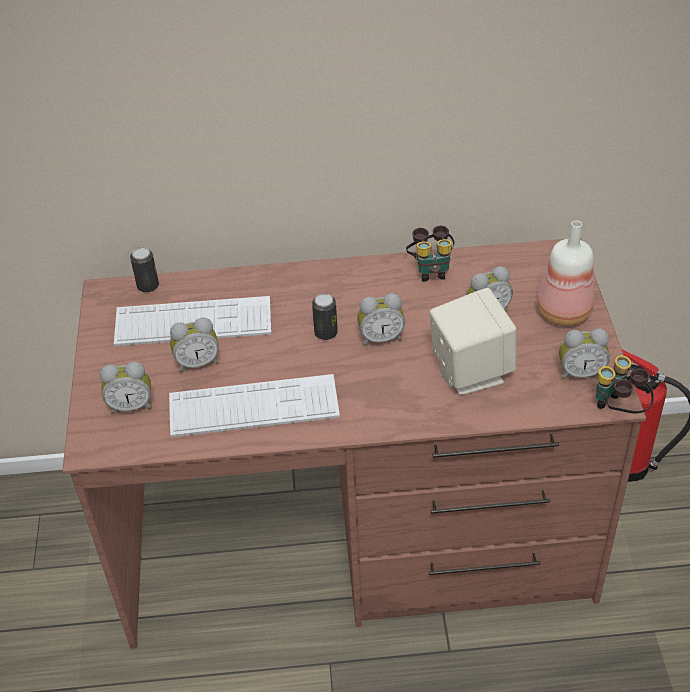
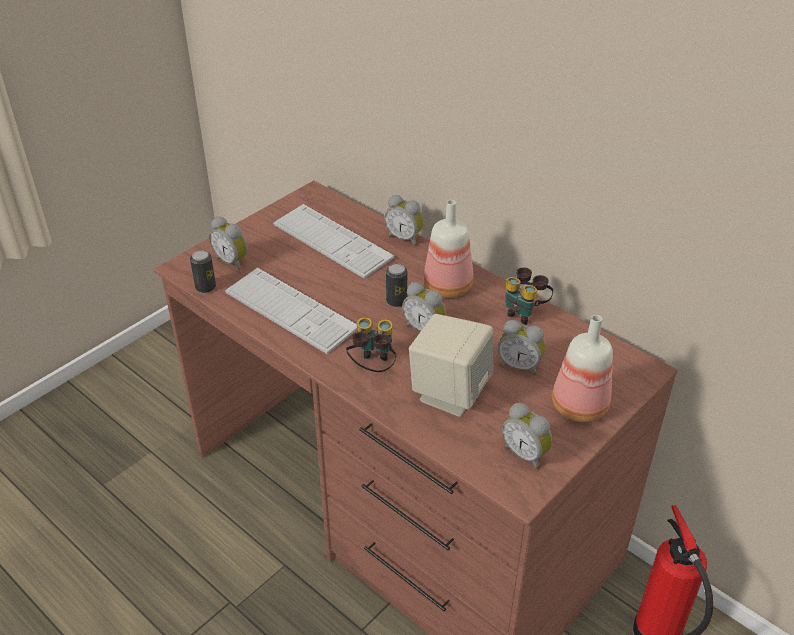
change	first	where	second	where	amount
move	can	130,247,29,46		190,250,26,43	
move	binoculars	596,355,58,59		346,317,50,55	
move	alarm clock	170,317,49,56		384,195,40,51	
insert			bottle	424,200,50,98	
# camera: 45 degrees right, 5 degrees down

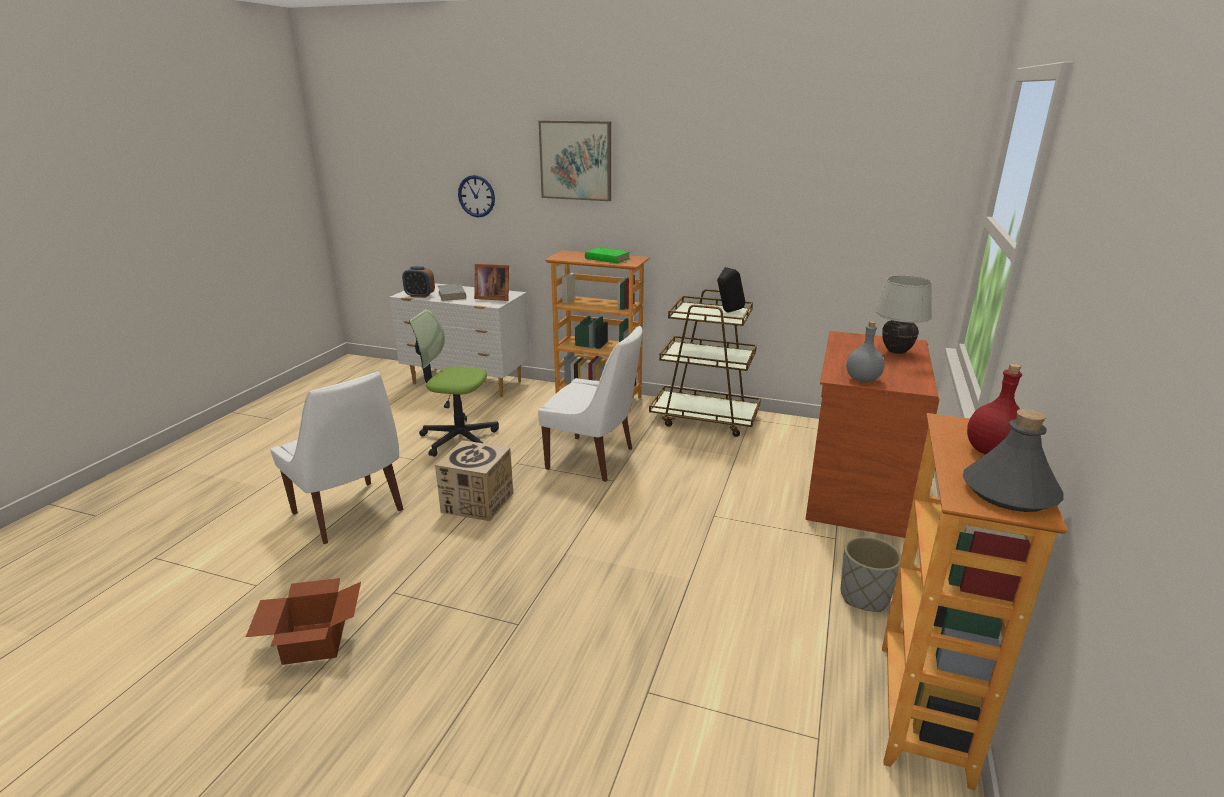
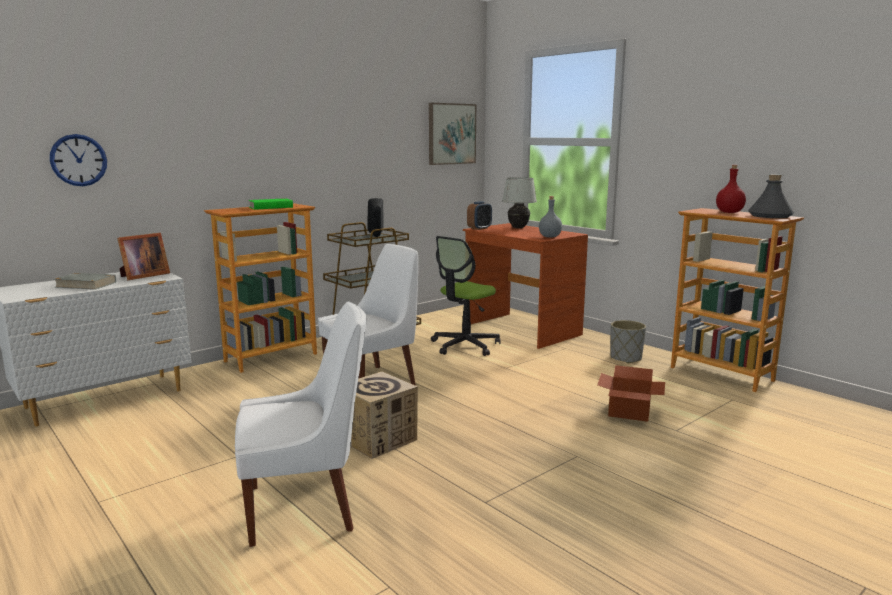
change	first	where	second	where	amount
move	picture	539,120,72,81		429,103,47,62	
move	office chair	410,310,89,147		431,236,70,120	
move	alarm clock	402,266,33,32		467,201,25,29	
move	cardboard box	246,578,115,87		598,365,67,57	
# camera: 60 degrees left, 10 degrees down

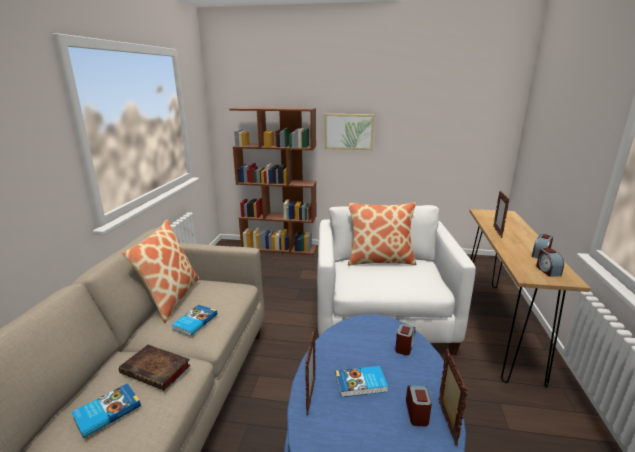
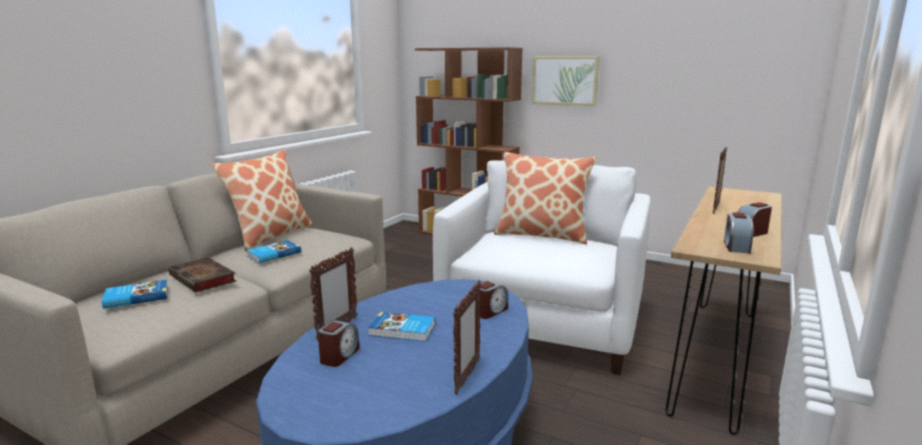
change	first	where	second	where	amount
move	alarm clock	406,385,26,41		318,320,41,47	
# camera: 20 degrees right, 5 degrees down

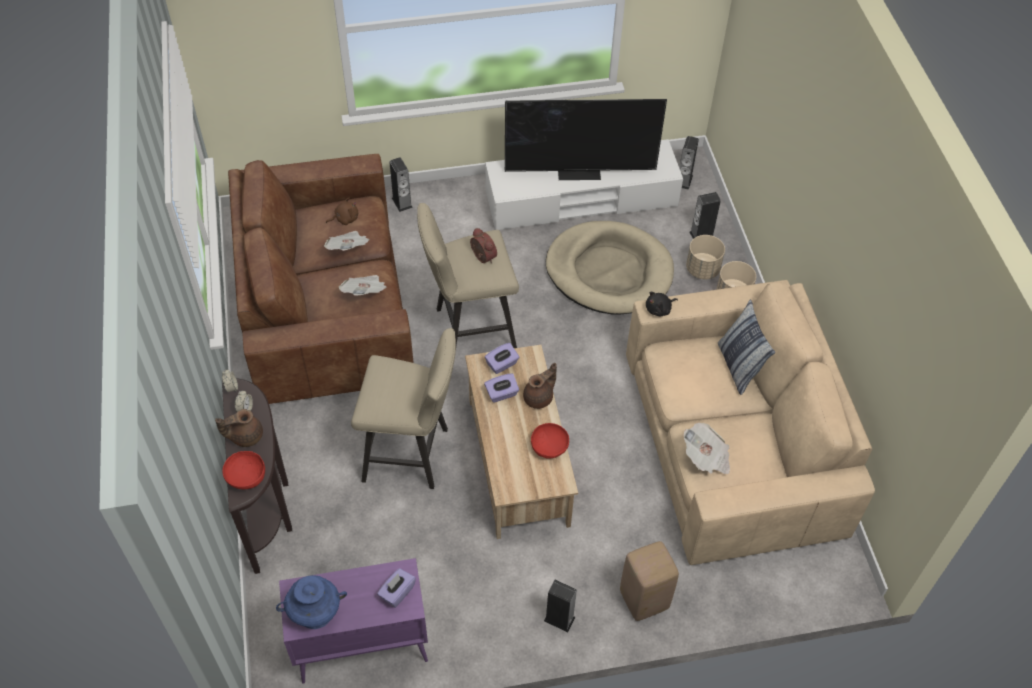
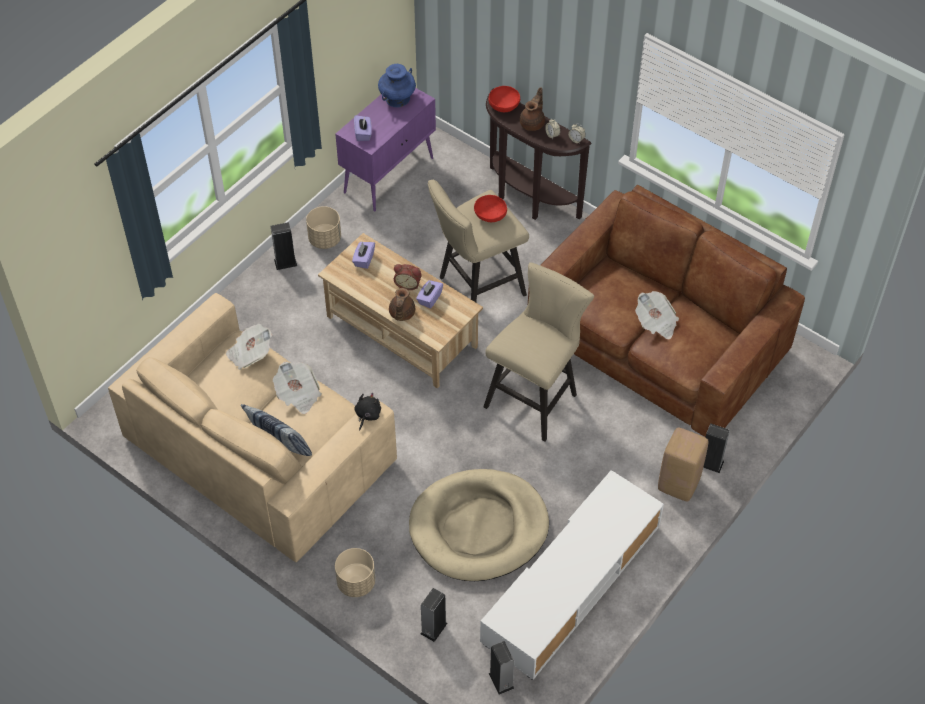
change	first	where	second	where	amount
move	newspaper	339,275,48,21		273,361,49,53	
move	planter (beige)	686,235,39,44		306,206,35,43	
move	tissue box (purple)	485,343,34,31		352,242,23,27	
move	alarm clock	470,228,27,35		394,264,27,26	
move	bowl (red)	531,423,38,36		474,195,33,27	
move	stool (beige)	620,541,59,80		658,427,51,75	
delete	plush toy (brown)	326,198,32,27			
delete	television	505,99,162,81			
# camera: 140 degrees right, 0 degrees up

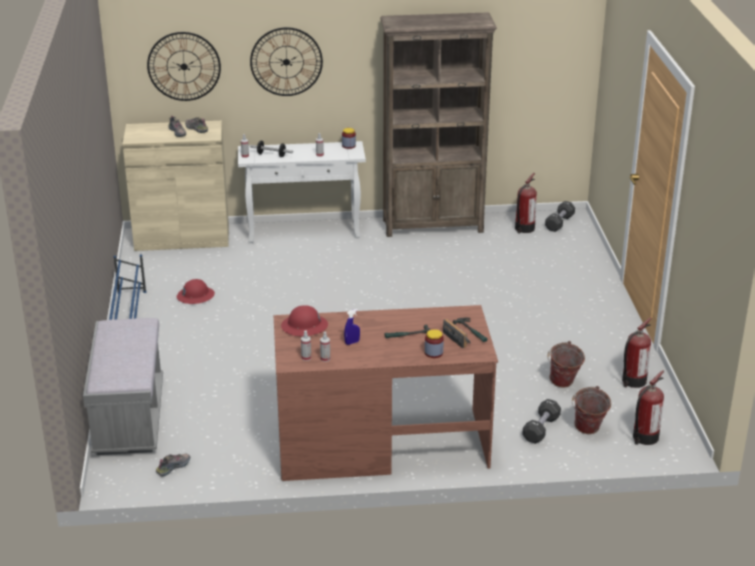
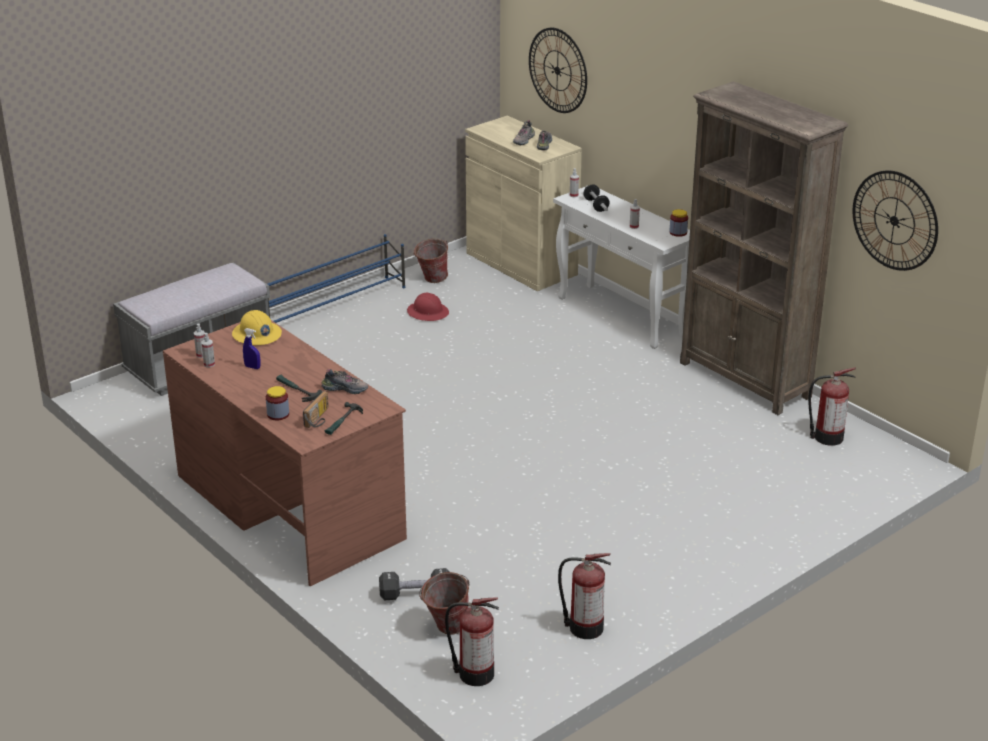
change	first	where	second	where	amount
recolor	hard hat (red)	281,305,47,31	hard hat (yellow)	232,310,50,35	
move	shoe	156,454,34,23		321,369,47,25	
move	bucket	547,341,38,47		413,239,35,44	
move	wall clock	250,27,73,69		853,170,85,101	
delete	dumbbell (black)	545,201,30,31			
# camera: 55 degrees right, 0 degrees up

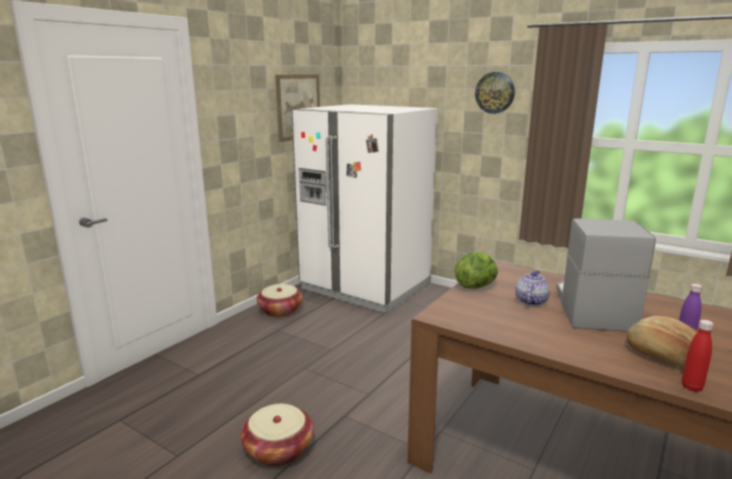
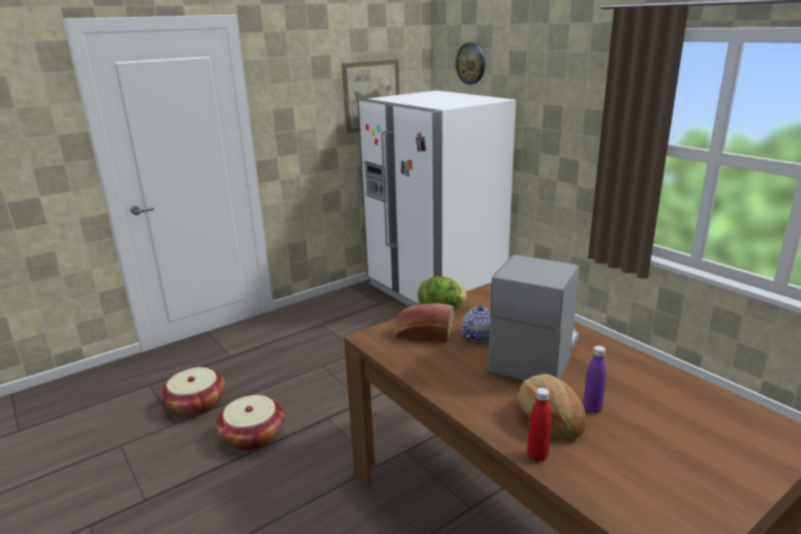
change	first	where	second	where	amount
move	basket	257,284,46,33		161,367,64,50	
insert			bread	394,303,60,40	
move	wall clock	475,72,40,42		456,42,29,43	
# camera: 20 degrees right, 5 degrees up

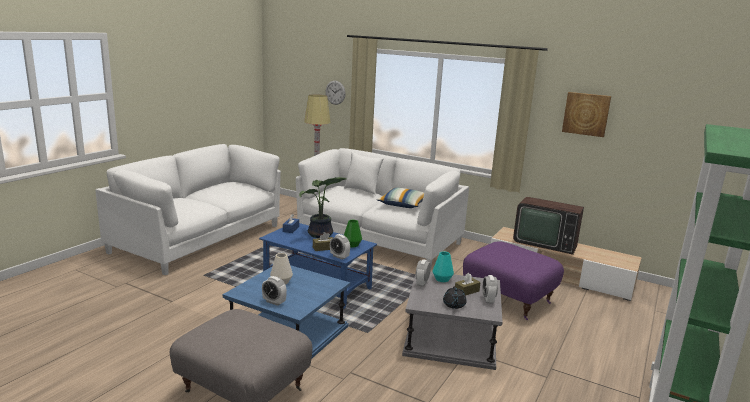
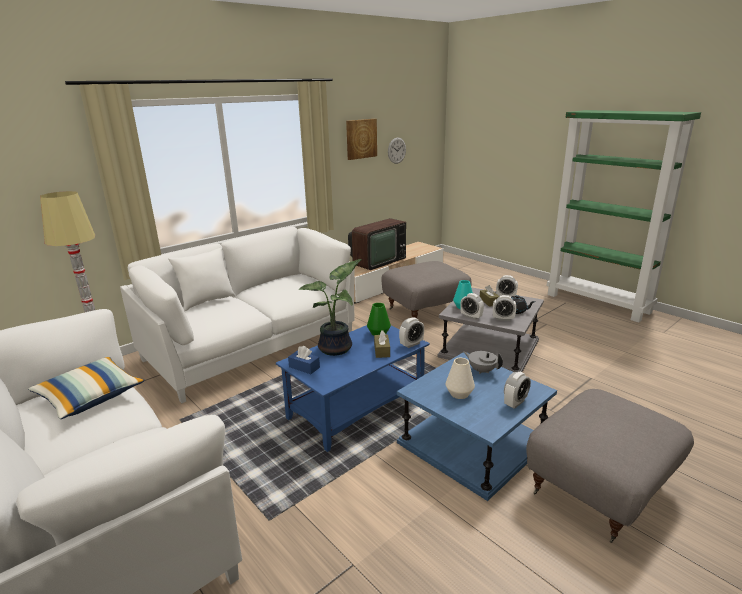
change	first	where	second	where	amount
move	pillow	377,188,47,20		28,357,117,62	
recolor	ottoman (purple)	463,241,101,79	ottoman (grey)	381,261,91,57	
move	wall clock	326,81,20,24		388,138,18,26	
insert			teapot (grey)	463,351,40,23	
insert			alarm clock	493,295,23,26	
# camera: 70 degrees left, 5 degrees up

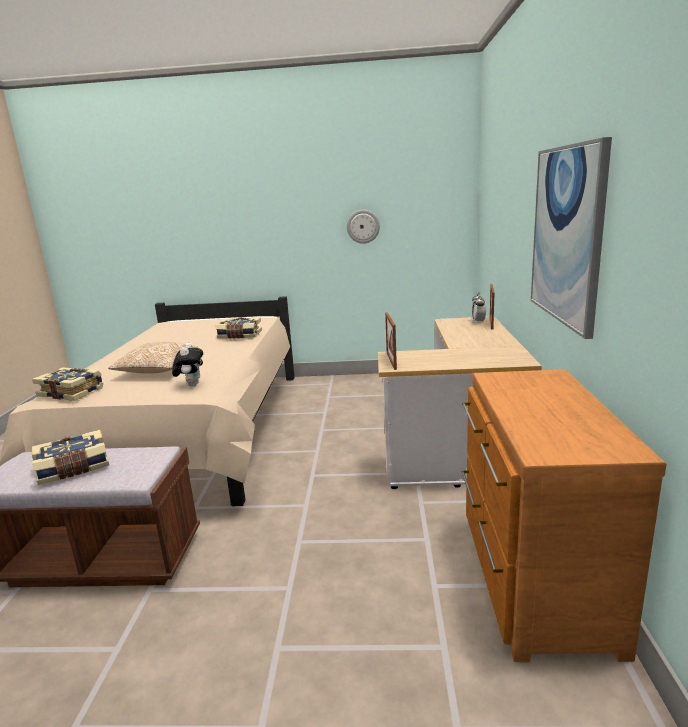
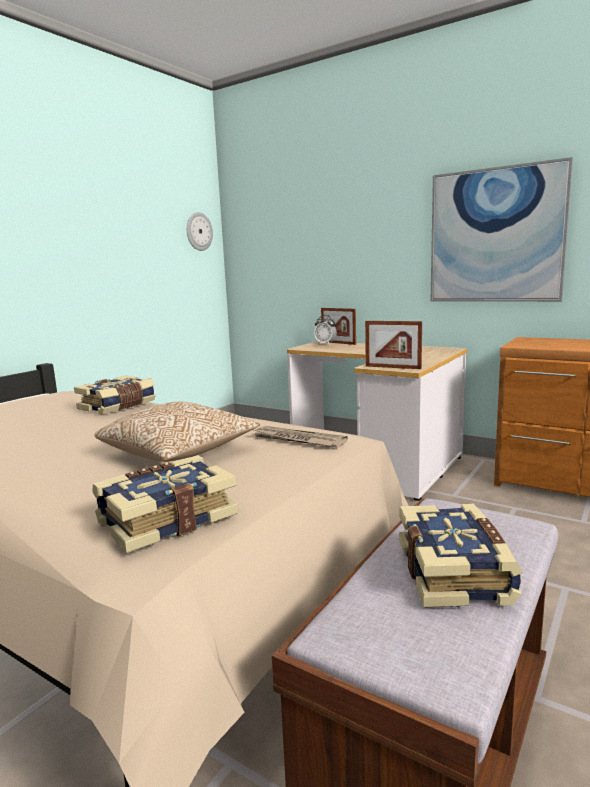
change	first	where	second	where	amount
move	wall clock	347,209,33,35		187,212,26,39	
replace	plush toy	172,343,31,44	newspaper	254,426,94,21	
# camera: 60 degrees left, 5 degrees down

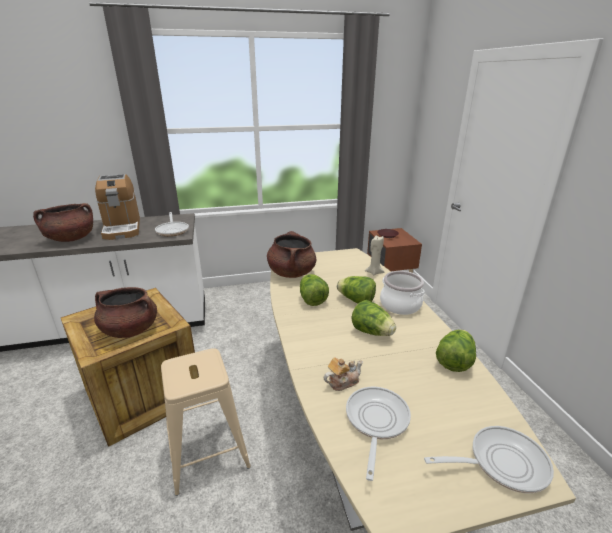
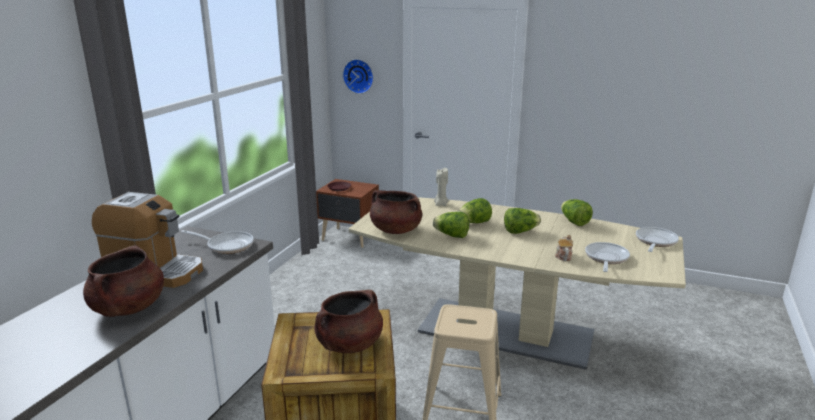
change	first	where	second	where	amount
insert			wall clock	343,59,31,35	
rotate	frying pan	346,387,65,94		585,242,45,30	60 degrees clockwise
delete	cooking pot	380,271,45,44			
# camera: 55 degrees left, 5 degrees down

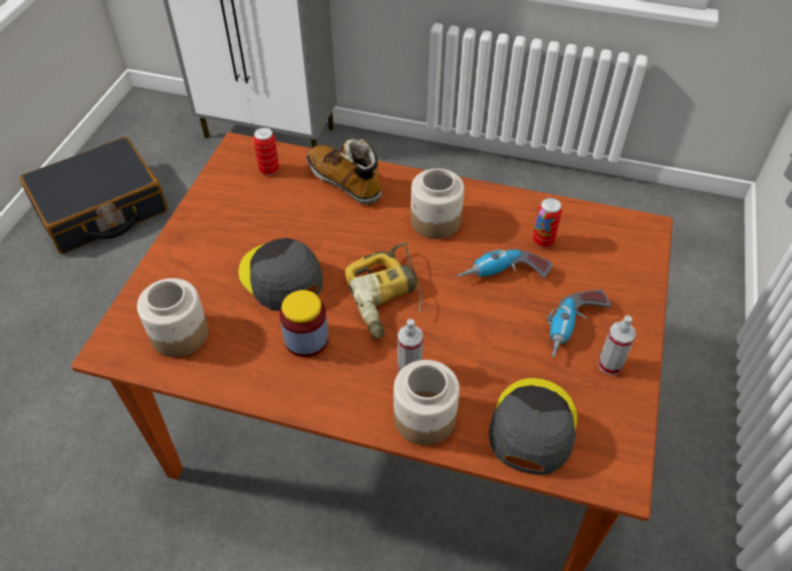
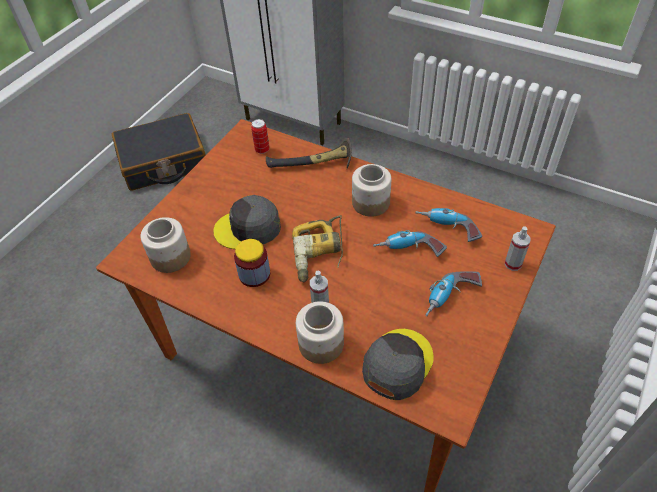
change	first	where	second	where	amount
rotate	cap (grey)	238,238,85,73		213,195,68,54	75 degrees counterclockwise
replace	boot	307,139,75,66	hammer	266,138,86,31	
replace	can	533,198,29,49	power drill	416,208,66,34	
move	spray bottle	598,315,38,60		505,226,26,45	
# camera: 15 degrees right, 0 degrees up

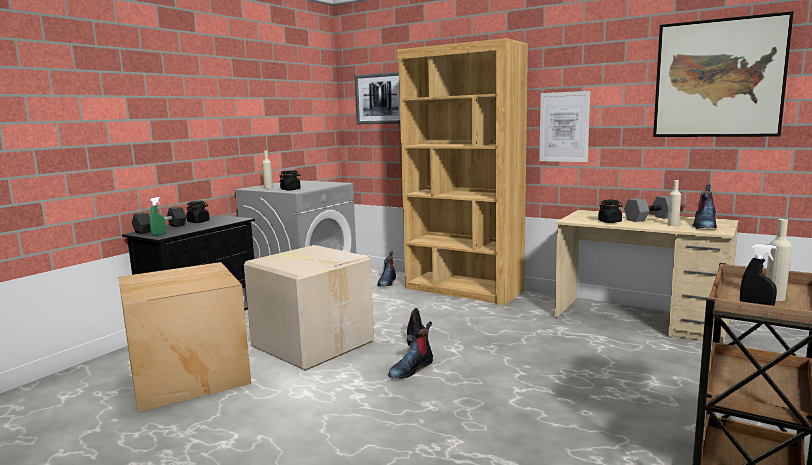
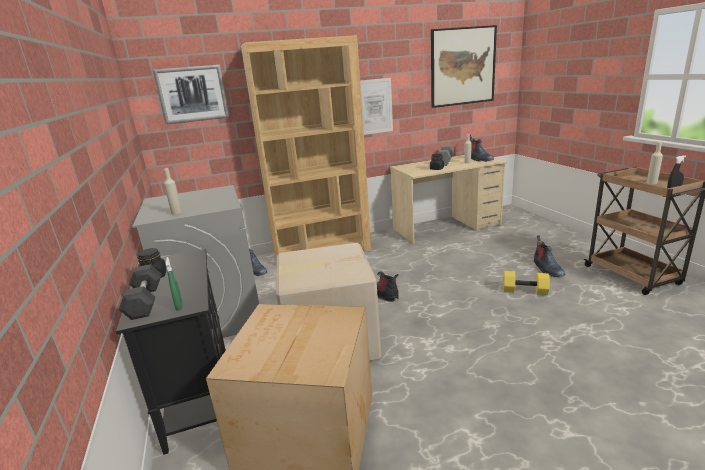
change	first	where	second	where	amount
insert			dumbbell (yellow)	503,271,47,24	
move	boot	388,322,45,57		534,235,31,42	
delete	jar (black)	279,170,22,21			
# camera: 50 degrees left, 10 degrees up

